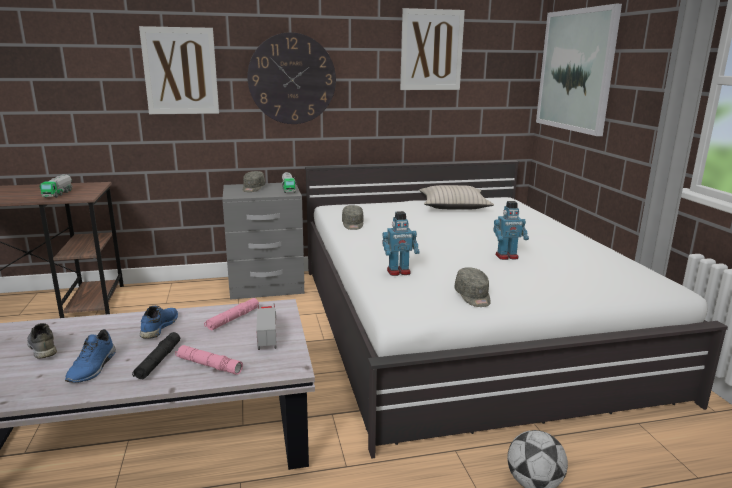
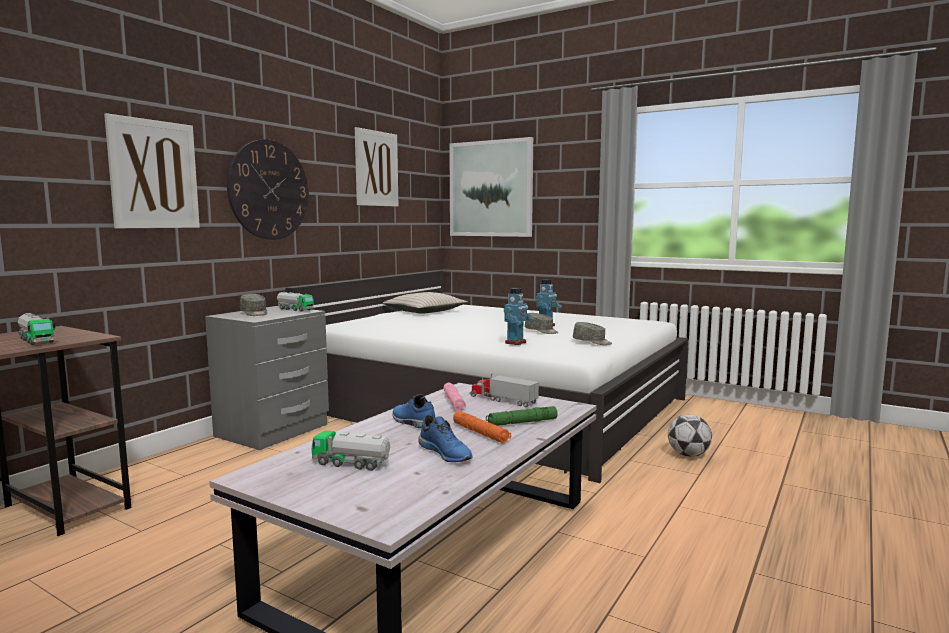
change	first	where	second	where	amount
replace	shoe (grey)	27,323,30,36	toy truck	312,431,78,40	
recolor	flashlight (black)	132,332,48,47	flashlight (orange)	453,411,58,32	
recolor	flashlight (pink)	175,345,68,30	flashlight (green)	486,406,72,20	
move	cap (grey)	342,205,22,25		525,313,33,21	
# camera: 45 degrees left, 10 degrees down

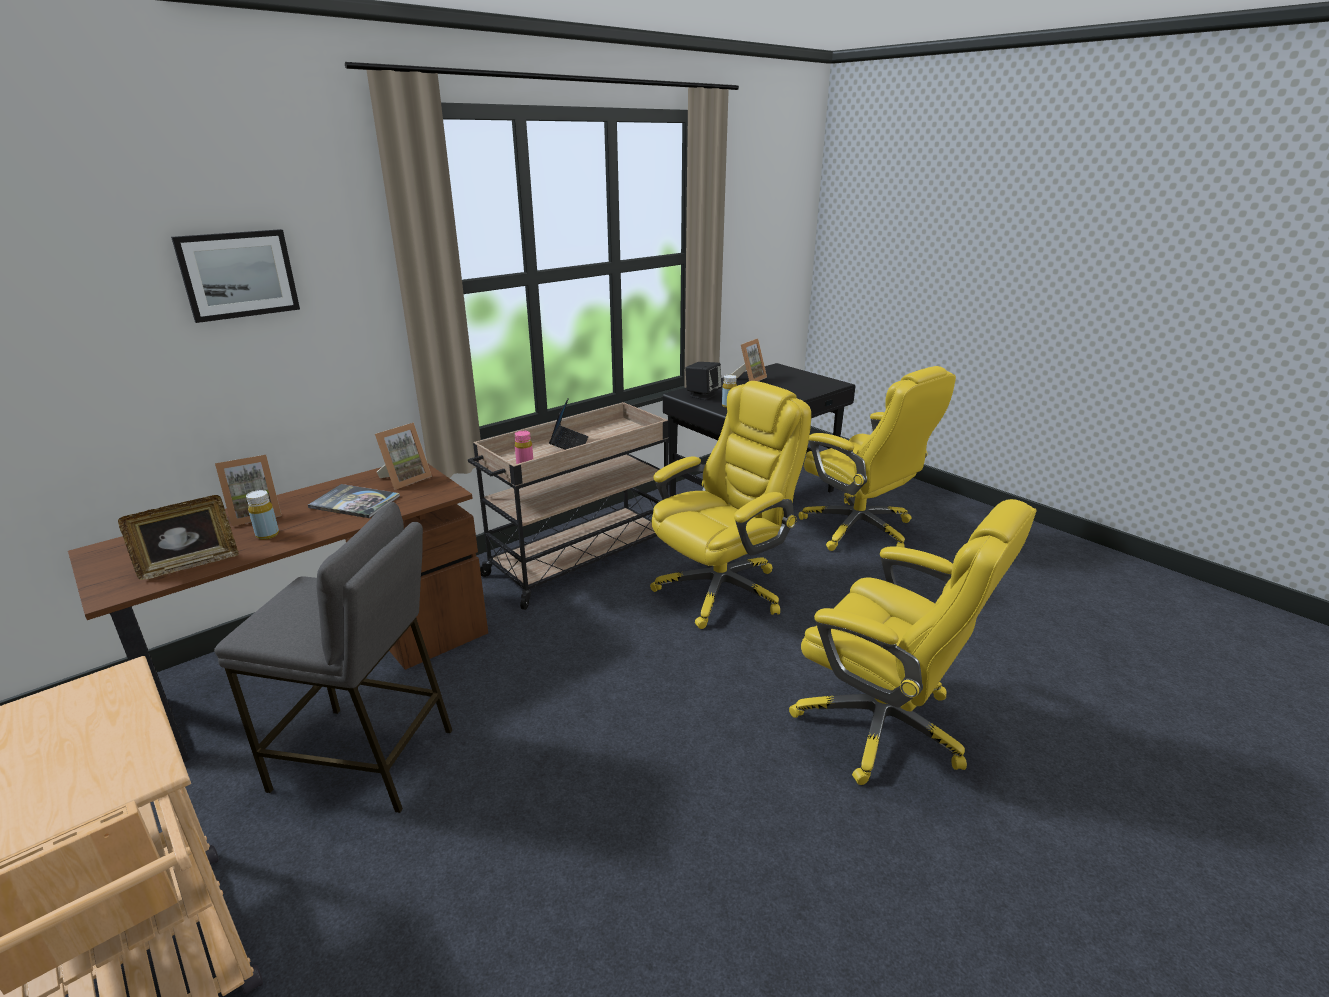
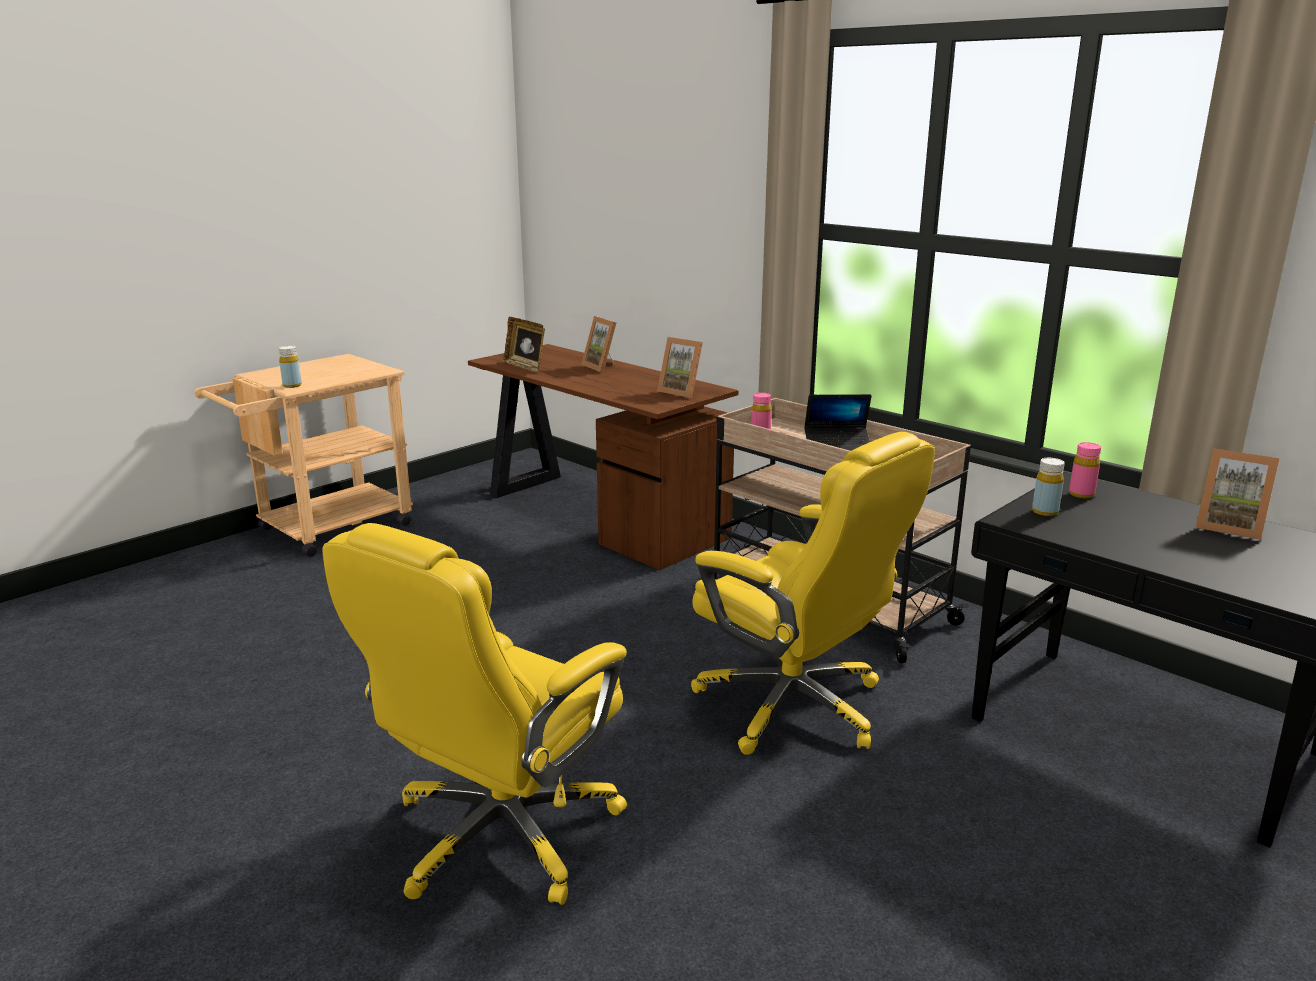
change	first	where	second	where	amount
move	bottle (yellow)	246,490,33,50		279,346,23,42	
replace	speaker (black)	685,362,37,38	bottle (pink)	1069,442,32,57	
delete	picture	171,229,129,94			
delete	stool (grey)	214,502,239,311			
delete	book	308,484,92,34			
delete	office chair (yellow)	799,366,157,185			
# camera: 85 degrees right, 5 degrees down

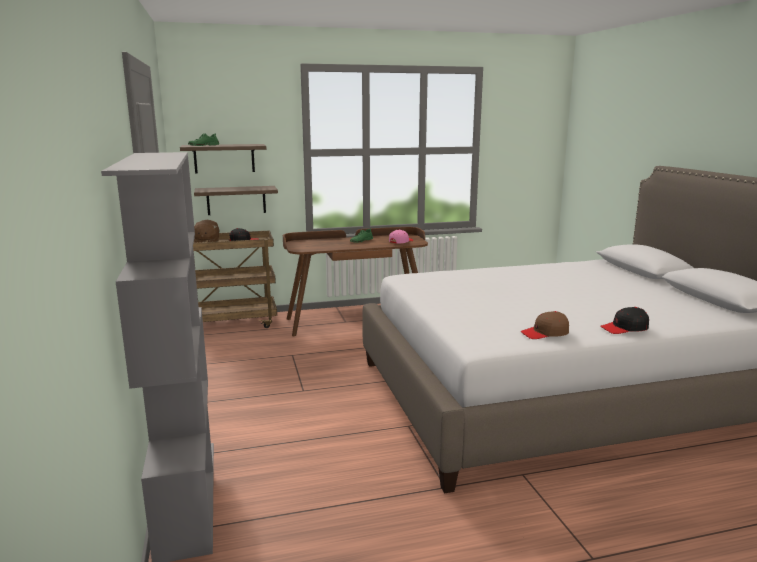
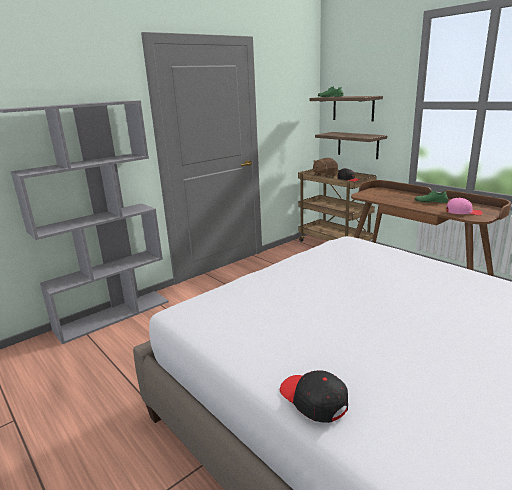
change	first	where	second	where	amount
delete	cap (brown)	521,311,48,28			
# camera: 65 degrees right, 5 degrees up

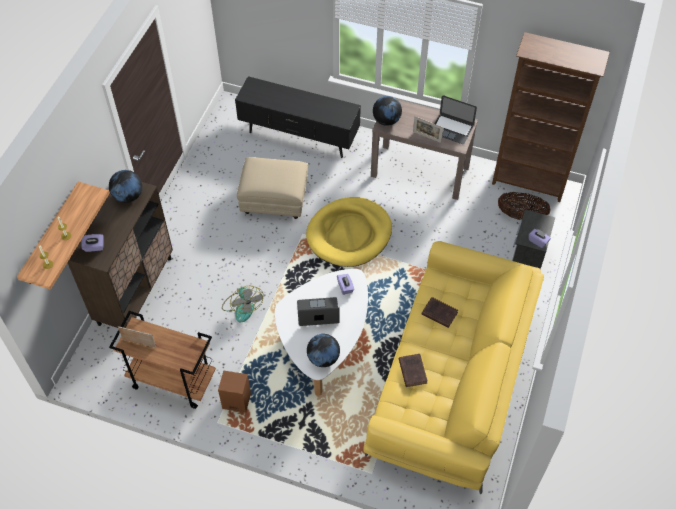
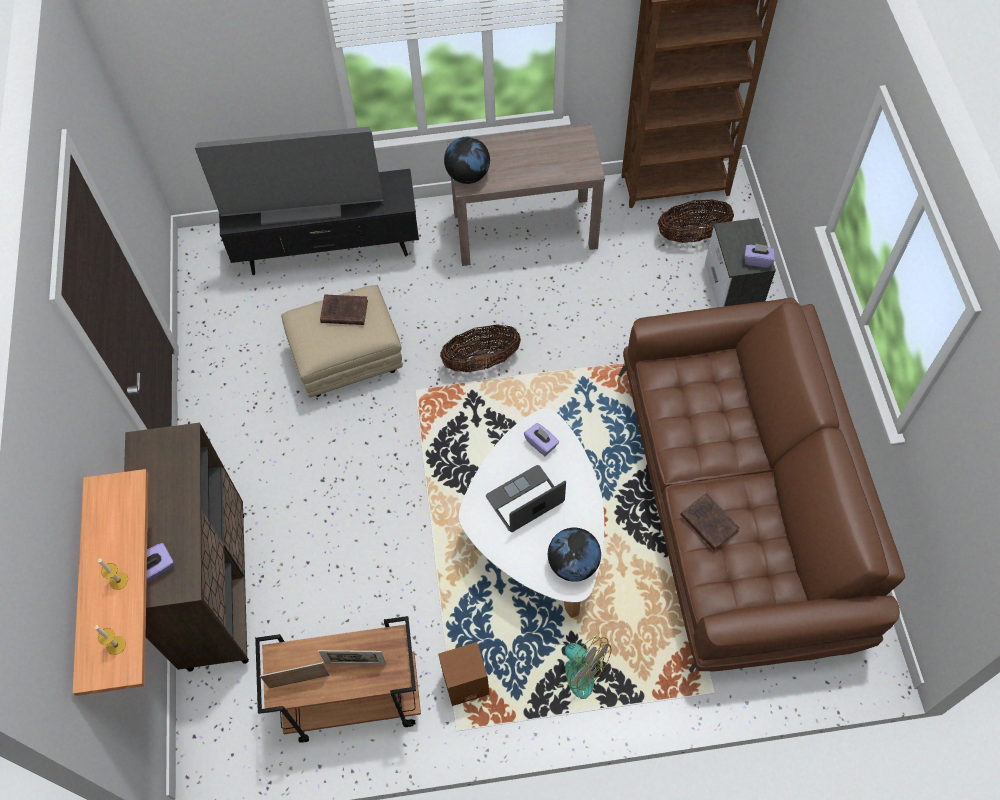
change	first	where	second	where	amount
insert			television	195,127,189,98	
move	picture frame	413,116,31,27		318,650,68,15	
move	book (brown)	422,297,36,31		320,294,48,31	
replace	dog bed (yellow)	306,197,86,70	basket	440,324,81,48	
move	fan	222,286,42,37		548,637,63,62	
recolor	sofa (yellow)	364,241,180,253	sofa (brown)	619,298,286,375	
delete	globe	109,170,33,33			
delete	laptop	434,95,43,49			
# camera: 25 degrees left, 5 degrees up

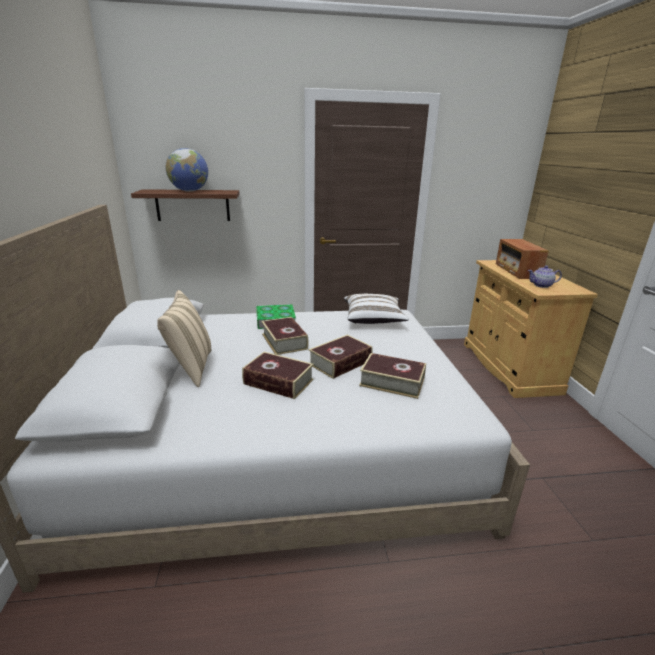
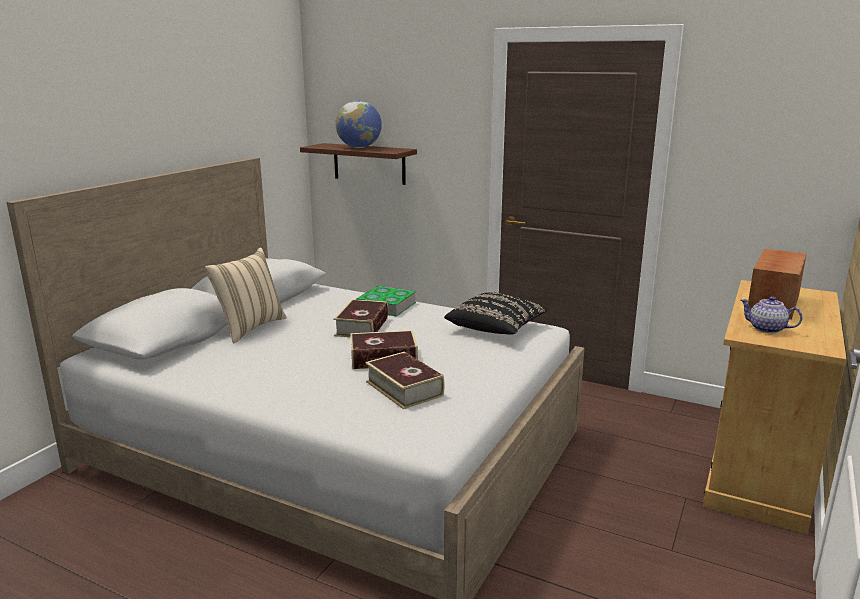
change	first	where	second	where	amount
recolor	pillow (white)	344,294,65,30	pillow (black)	444,292,105,43	
delete	book	242,352,72,47			
# camera: 35 degrees right, 5 degrees down

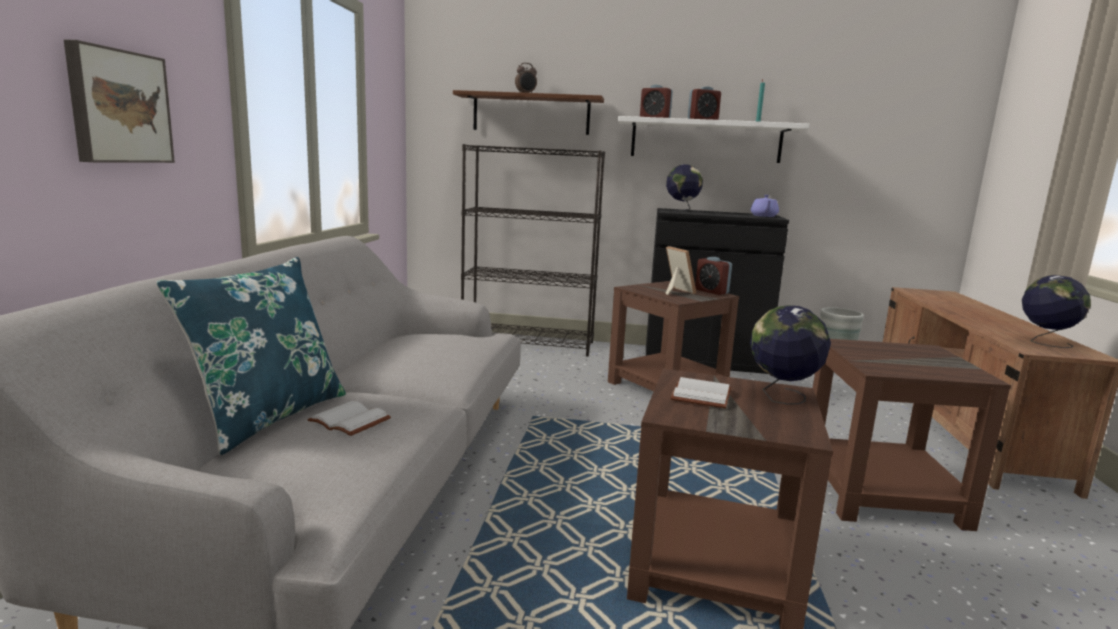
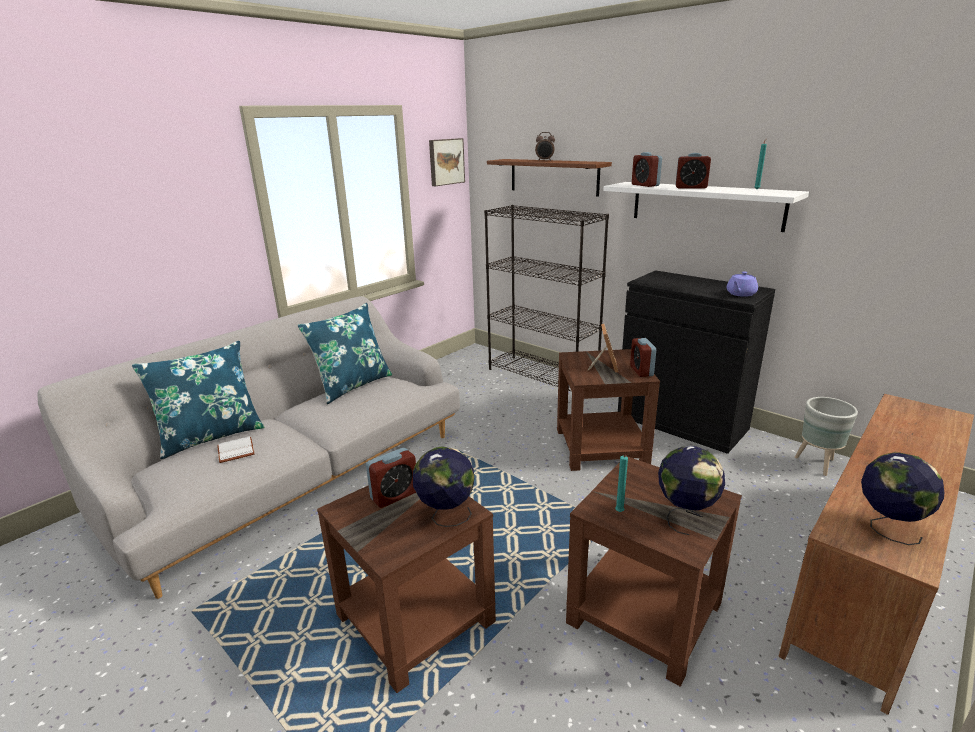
change	first	where	second	where	amount
insert			pillow (blue)	297,303,95,101	
replace	book (white)	670,377,61,32	alarm clock	366,448,50,60	
move	picture	64,39,111,124		429,138,36,48	
insert			candle (turquoise)	615,455,13,57	
move	globe	666,164,37,49		658,446,67,89	
# camera: 35 degrees right, 10 degrees up

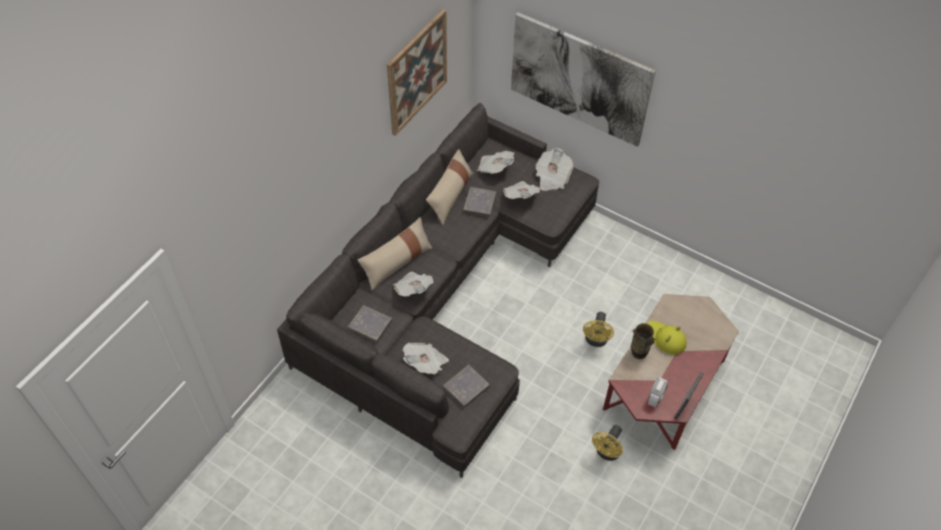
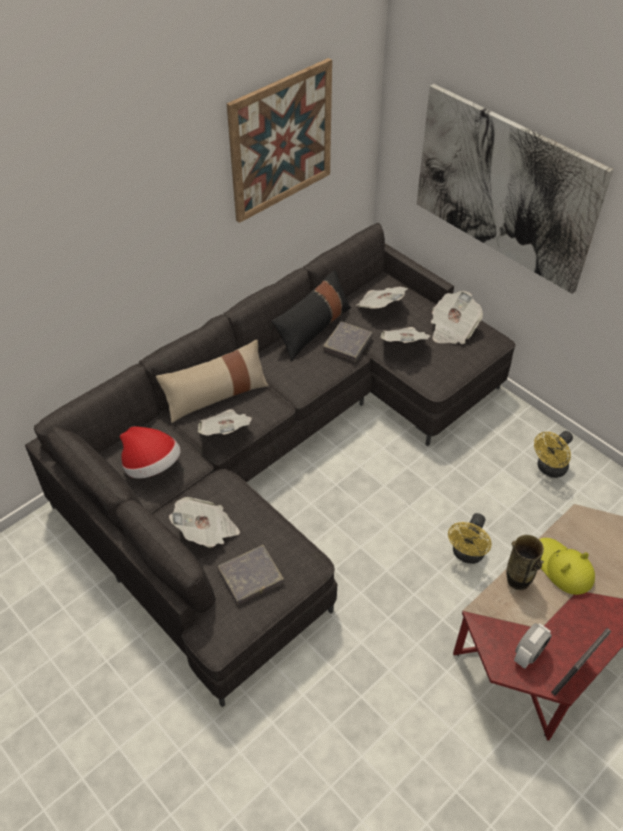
change	first	where	second	where	amount
replace	book (grey)	348,305,44,38	hat	120,426,61,52	
recolor	pillow (beige)	426,149,47,76	pillow (black)	272,270,79,91	
move	fan (yellow)	592,425,31,36		534,431,39,47	
# camera: 15 degrees right, 5 degrees down

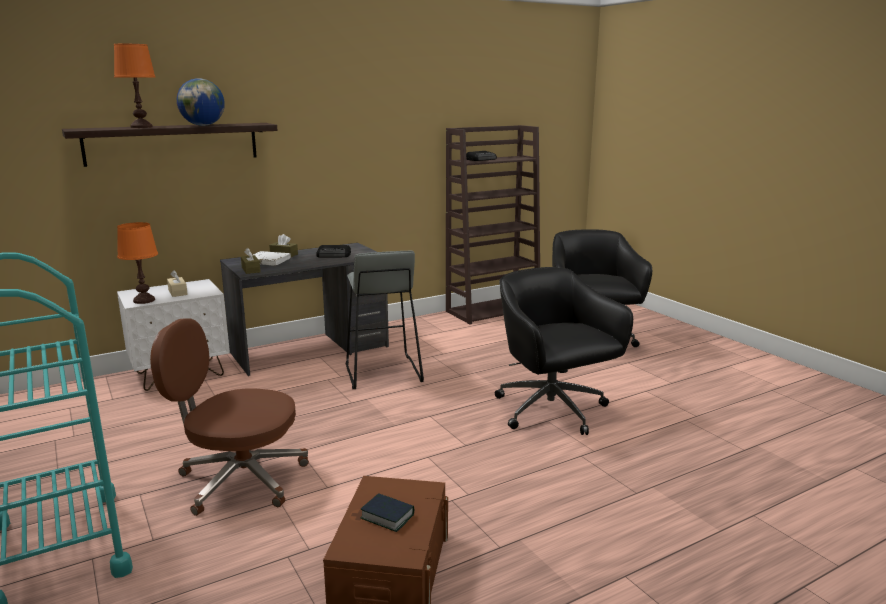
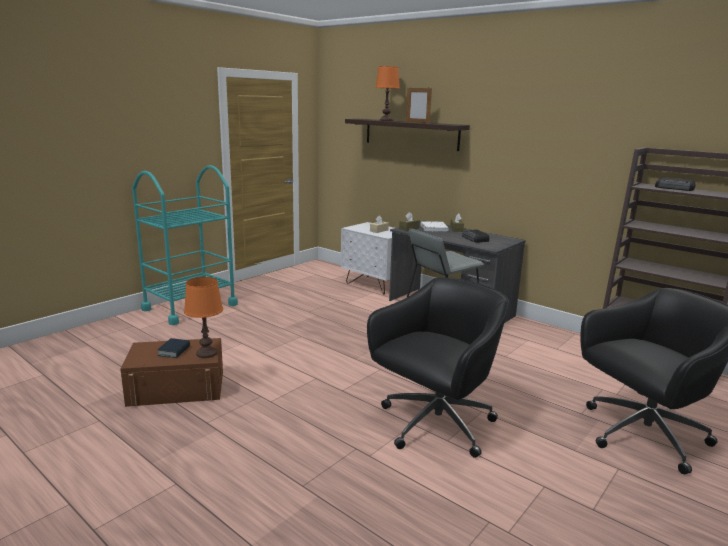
change	first	where	second	where	amount
move	table lamp (orange)	117,222,41,82		184,277,39,81	
replace	globe	177,78,48,48	picture frame	406,87,26,36	
delete	office chair (brown)	150,318,159,198			
# camera: 70 degrees right, 0 degrees up

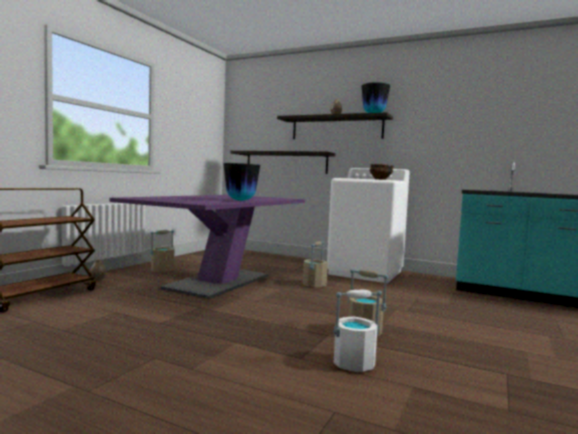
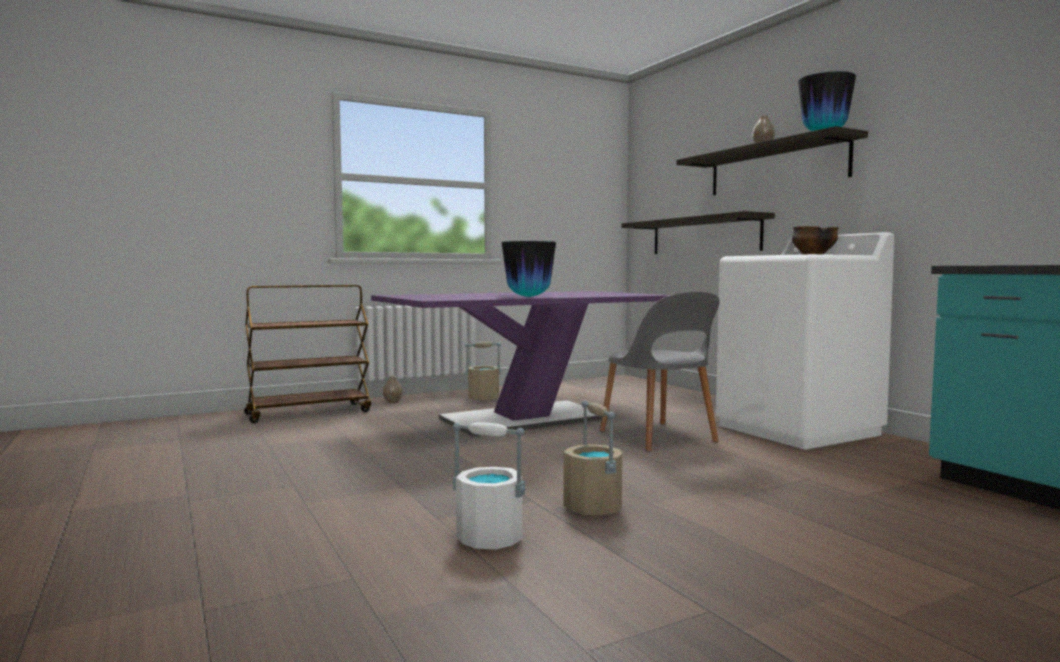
change	first	where	second	where	amount
replace	bucket (beige)	303,241,25,46	chair (grey)	600,292,120,159	
# camera: 35 degrees right, 0 degrees up

